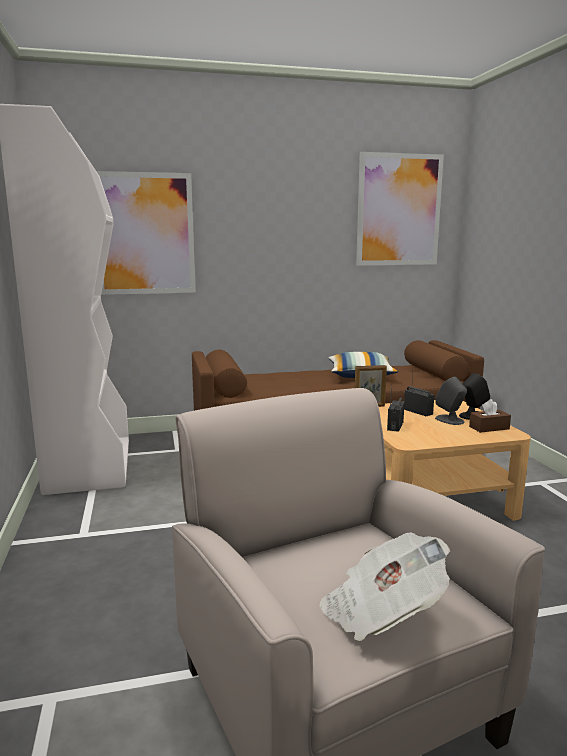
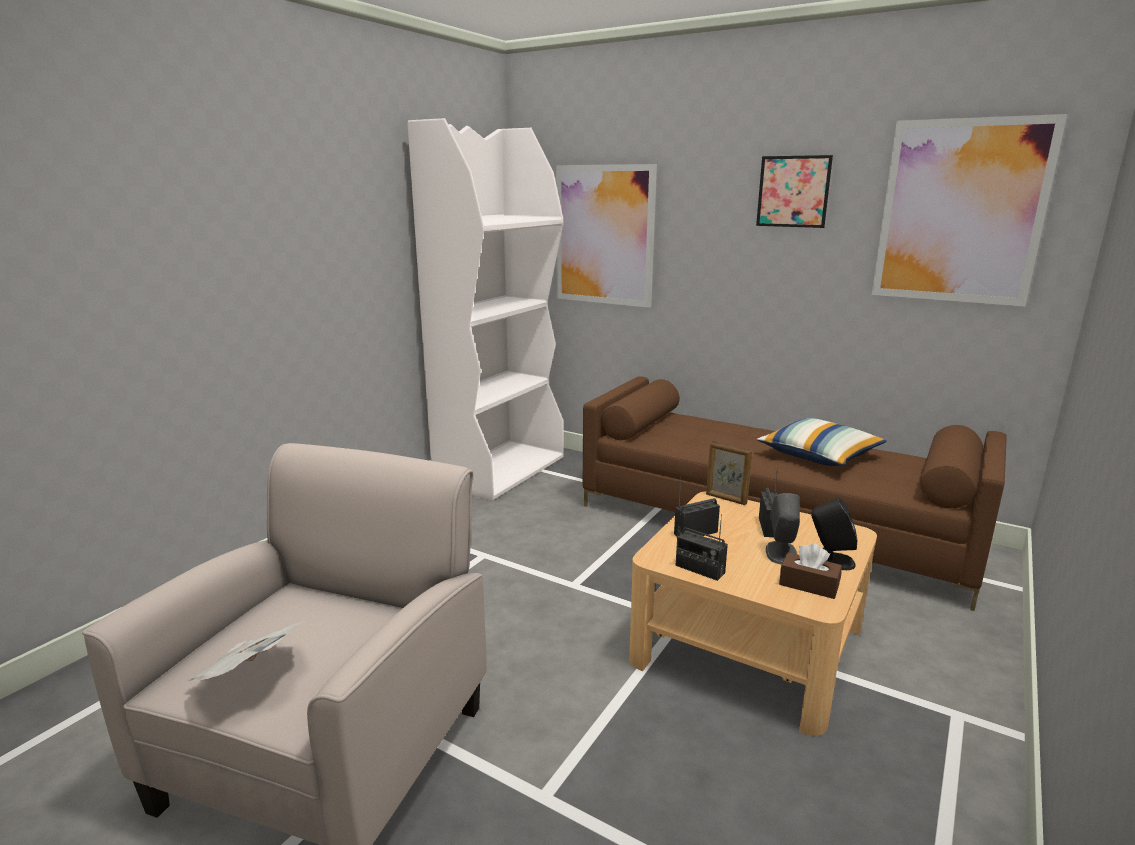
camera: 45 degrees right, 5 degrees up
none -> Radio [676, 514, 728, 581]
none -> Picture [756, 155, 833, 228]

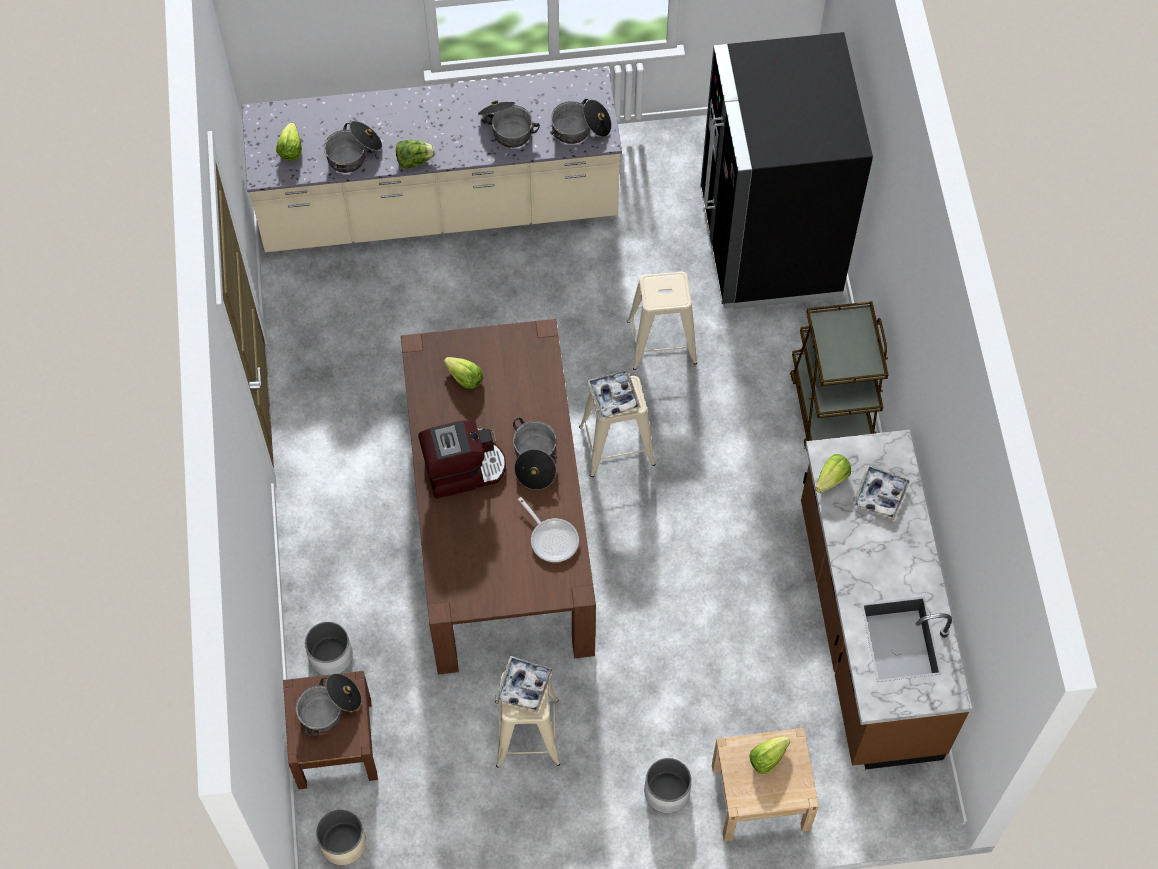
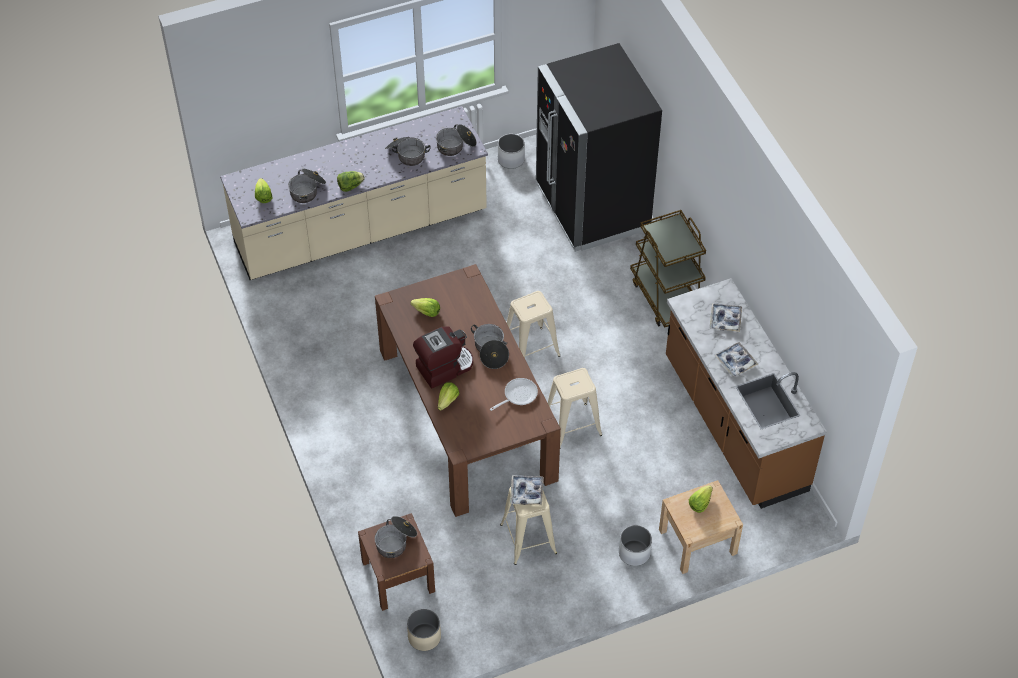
camera: 15 degrees left, 10 degrees down
WhitePlanter [305, 621, 353, 675] -> WhitePlanter [498, 134, 525, 169], move
Tray [587, 370, 641, 418] -> Tray [715, 342, 758, 377], move
BeigeStool [627, 271, 697, 370] -> BeigeStool [548, 368, 602, 447], move
Lettuce [815, 454, 851, 493] -> Lettuce [438, 382, 459, 411], move
FryingPan [518, 497, 579, 562] -> FryingPan [490, 378, 538, 411], 75 degrees counterclockwise

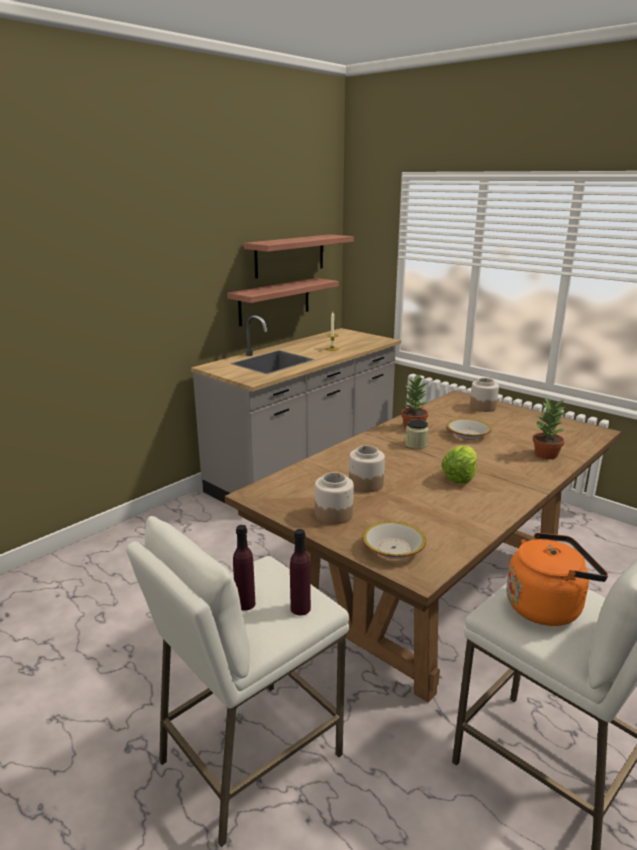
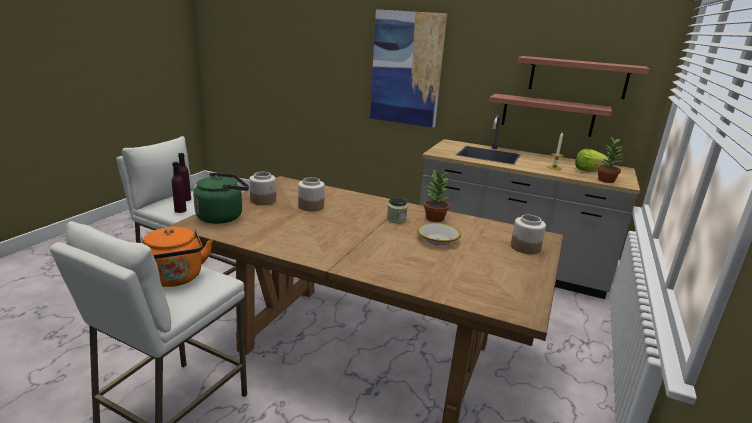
camera: 70 degrees right, 0 degrees up
none -> Picture [370, 9, 447, 128]
Lettuce [441, 445, 477, 484] -> Lettuce [575, 149, 609, 172], move
PottedPlant [533, 397, 566, 459] -> PottedPlant [597, 137, 623, 183], move
Bowl [362, 521, 426, 559] -> GreenKettle [193, 173, 249, 224]

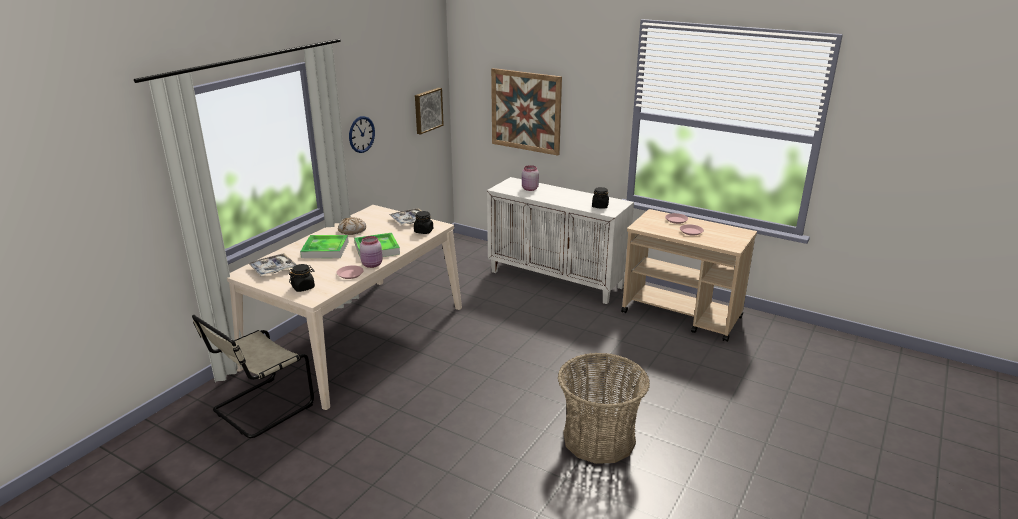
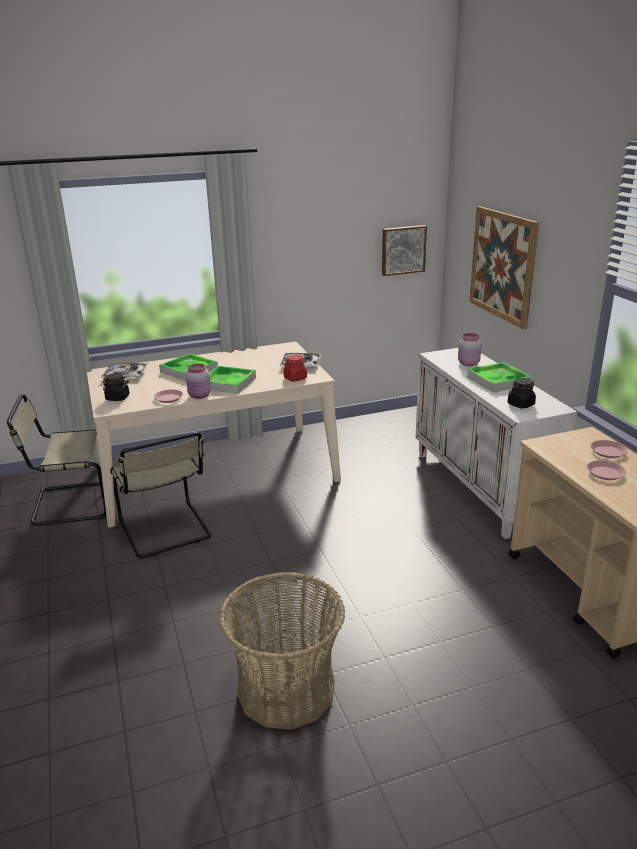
camera: 40 degrees right, 0 degrees up
Bread [338, 217, 366, 235] -> none
WallClock [349, 116, 375, 153] -> none
none -> BeigeChair [110, 432, 211, 558]
none -> Tray [467, 362, 531, 393]
BlackJar [414, 211, 433, 234] -> RedJar [283, 355, 307, 382]

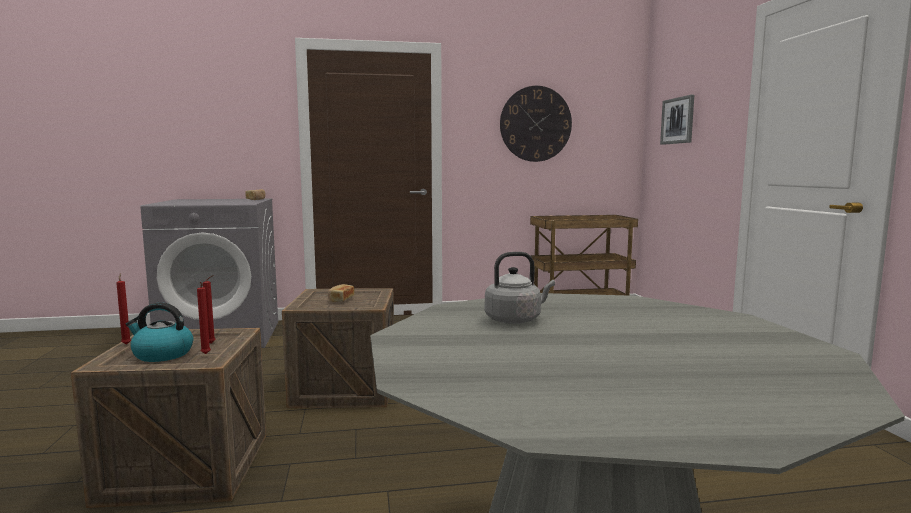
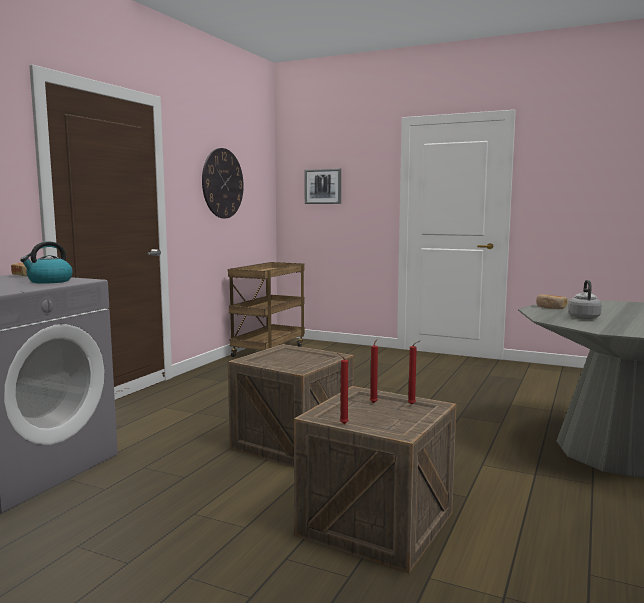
camera: 55 degrees left, 0 degrees up
Kettle [126, 302, 193, 362] -> Kettle [20, 241, 73, 284], move
Bread [328, 284, 355, 302] -> Bread [536, 294, 568, 309], move

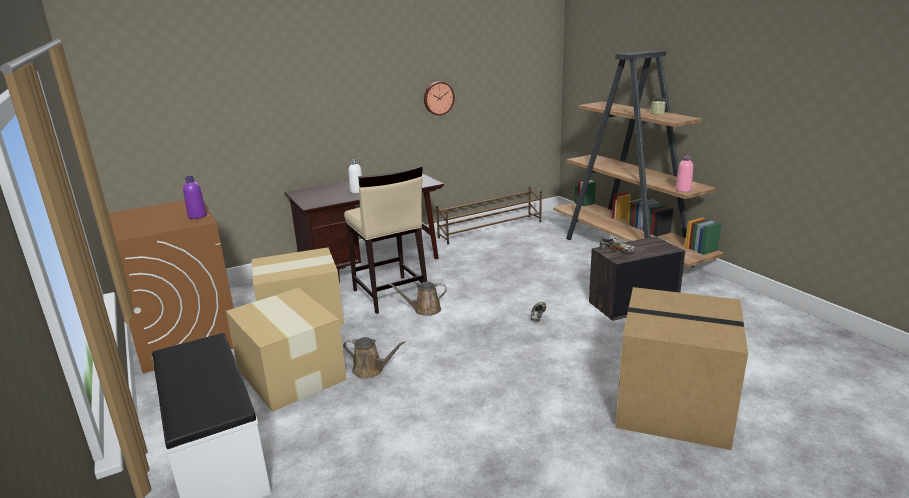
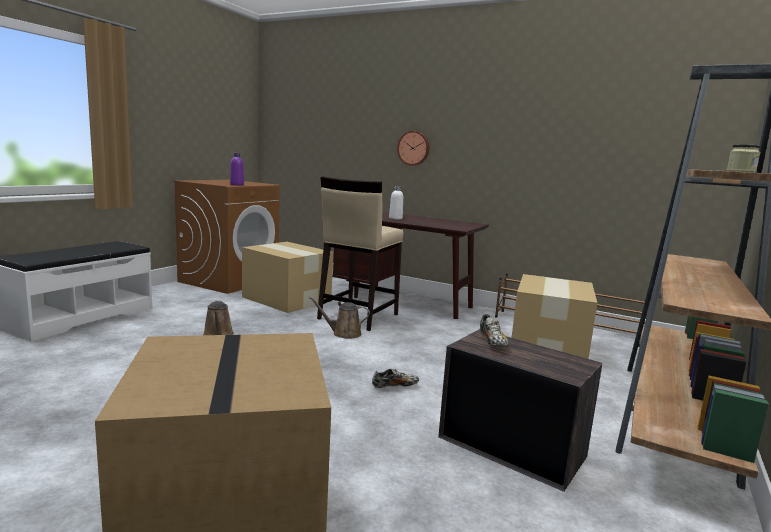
camera: 55 degrees right, 10 degrees down
PinkBottle [675, 155, 693, 192] -> none
CardboardBox [226, 288, 347, 412] -> CardboardBox [512, 274, 597, 359], move
WallClock [424, 82, 455, 115] -> WallClock [397, 131, 429, 166], move
BrownWateringCan [389, 282, 447, 316] -> BrownWateringCan [309, 296, 370, 339], 45 degrees counterclockwise

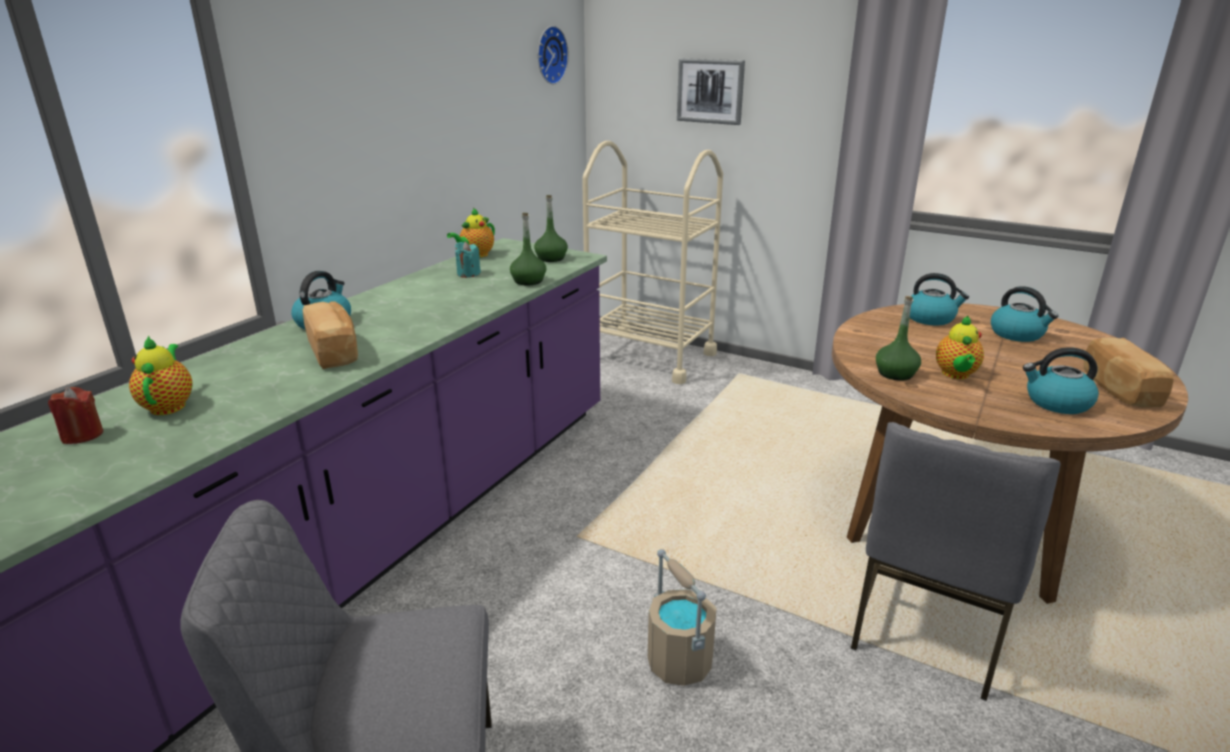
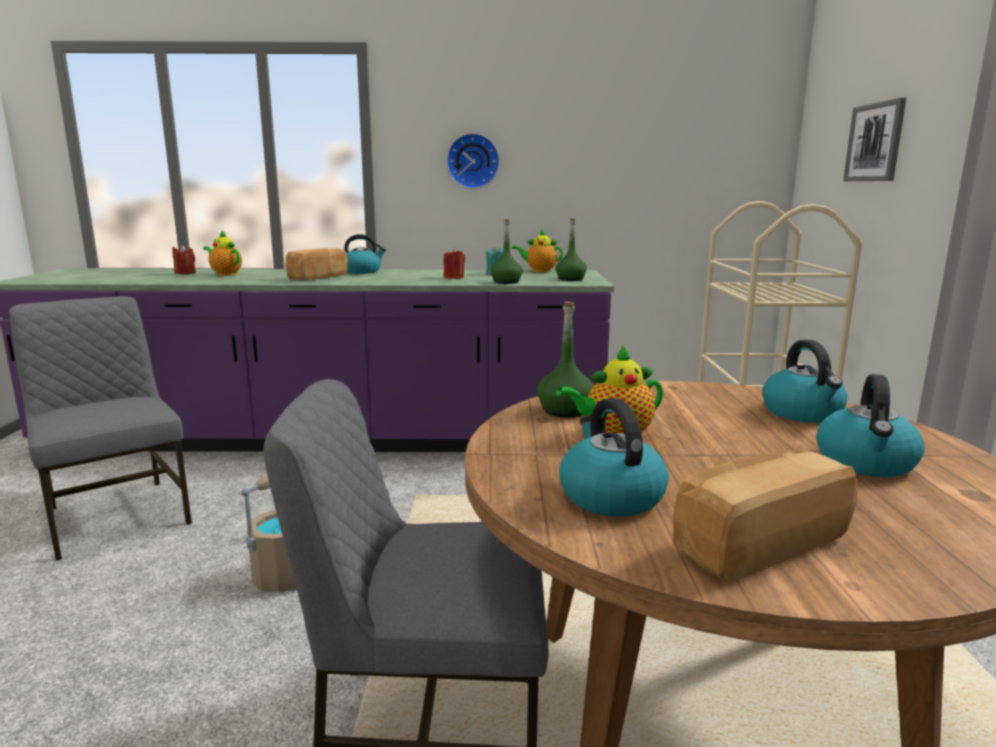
camera: 60 degrees right, 10 degrees down
none -> RedCandle [443, 248, 465, 279]
WallClock [538, 26, 569, 84] -> WallClock [446, 133, 500, 189], move
Teapot [129, 336, 192, 415] -> Teapot [203, 230, 242, 276], 105 degrees counterclockwise

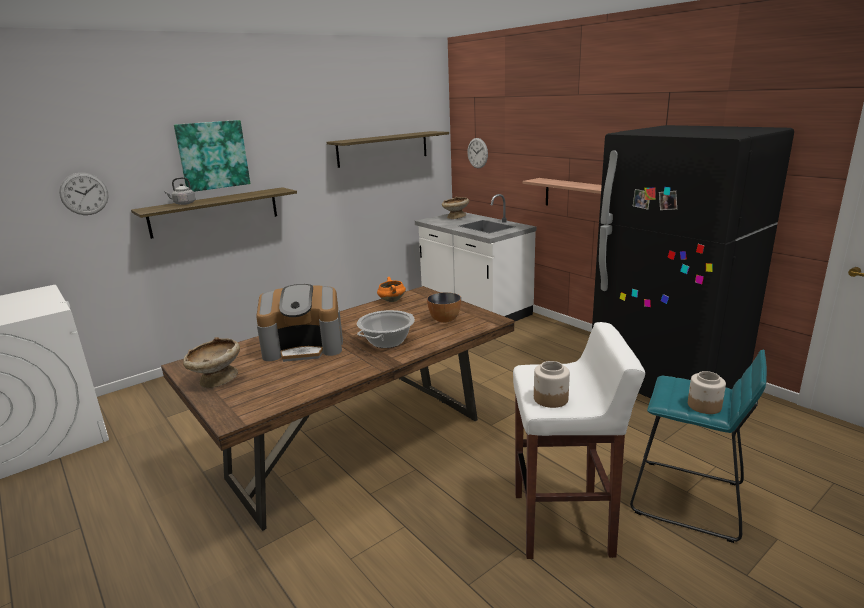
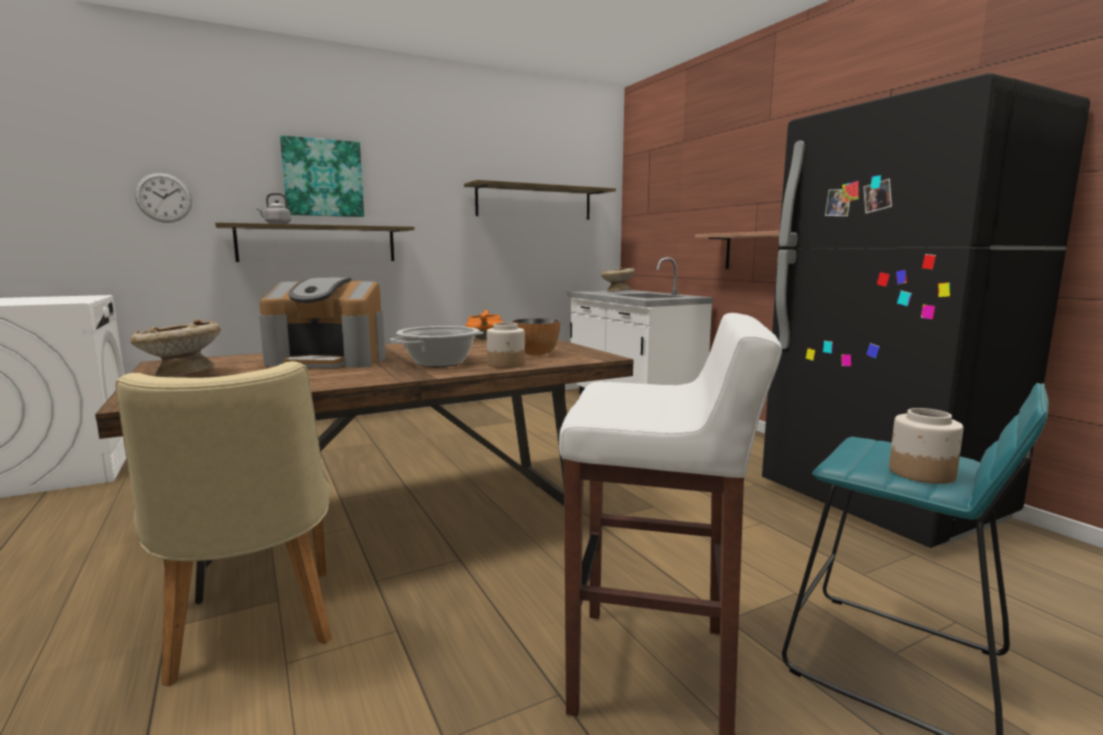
camera: 10 degrees right, 10 degrees down
WallClock [467, 138, 488, 168] -> none
none -> BeigeChair [116, 361, 332, 687]
Jar [534, 361, 570, 408] -> Jar [487, 323, 525, 368], move

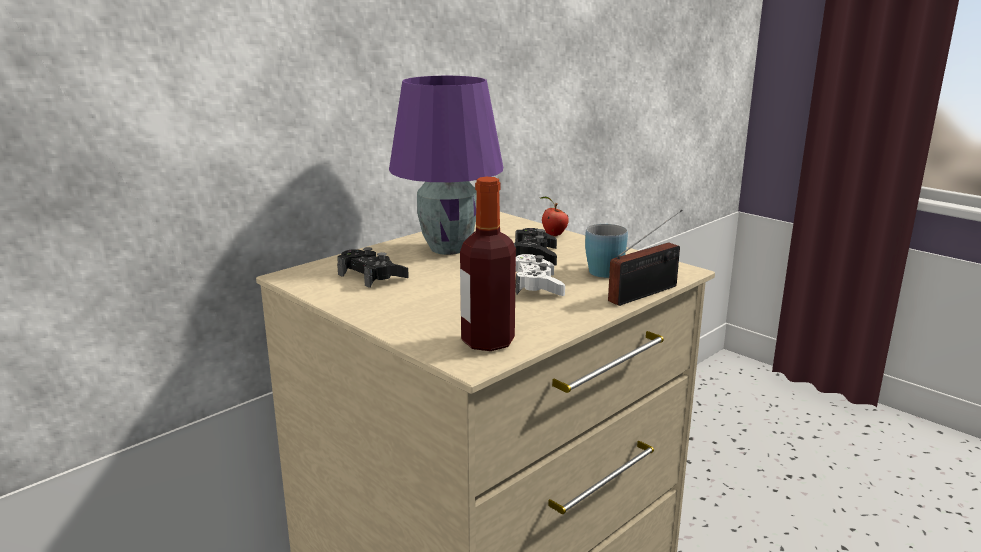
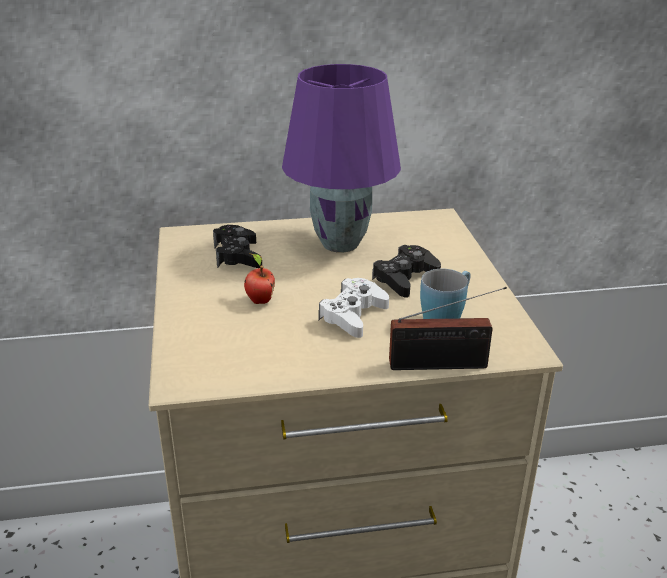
camera: 35 degrees right, 10 degrees up
Bottle [460, 177, 516, 351] -> none
Apple [540, 197, 569, 236] -> Apple [244, 253, 275, 304], move

